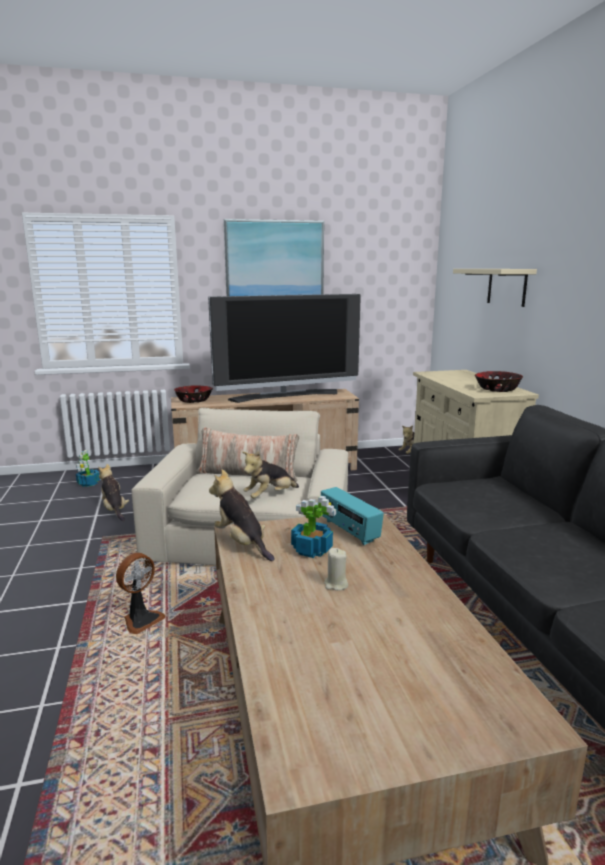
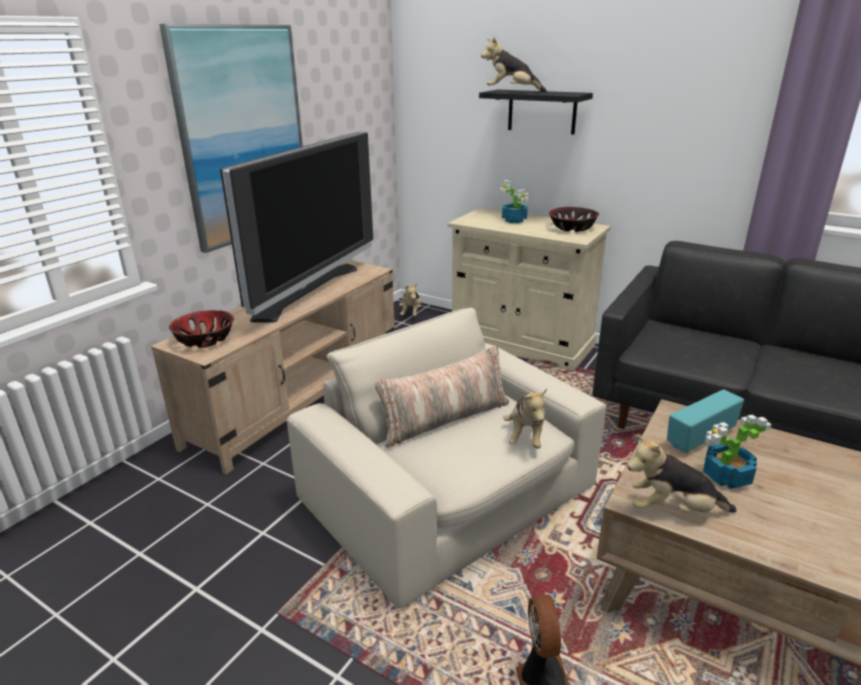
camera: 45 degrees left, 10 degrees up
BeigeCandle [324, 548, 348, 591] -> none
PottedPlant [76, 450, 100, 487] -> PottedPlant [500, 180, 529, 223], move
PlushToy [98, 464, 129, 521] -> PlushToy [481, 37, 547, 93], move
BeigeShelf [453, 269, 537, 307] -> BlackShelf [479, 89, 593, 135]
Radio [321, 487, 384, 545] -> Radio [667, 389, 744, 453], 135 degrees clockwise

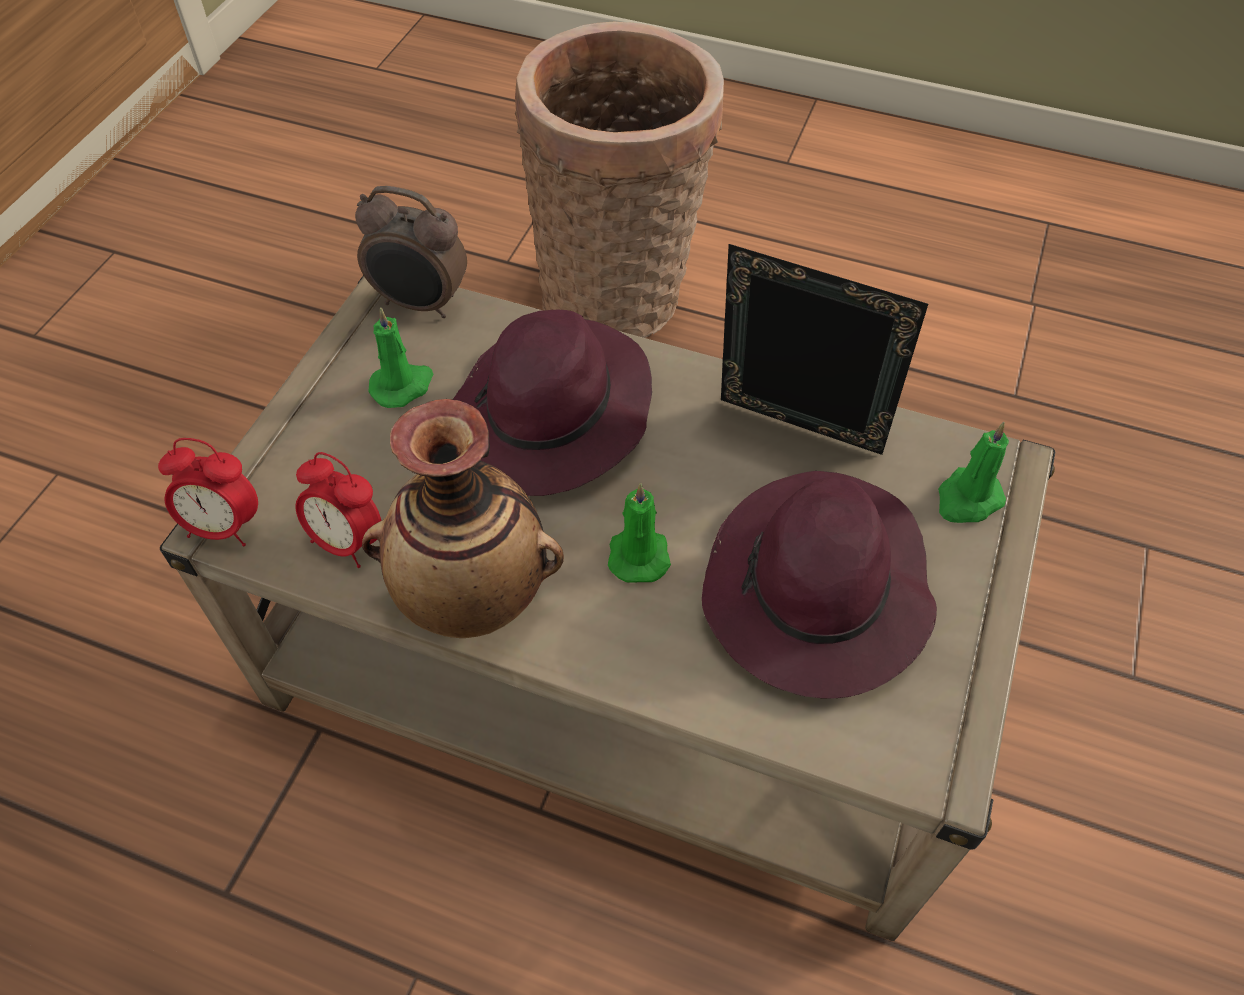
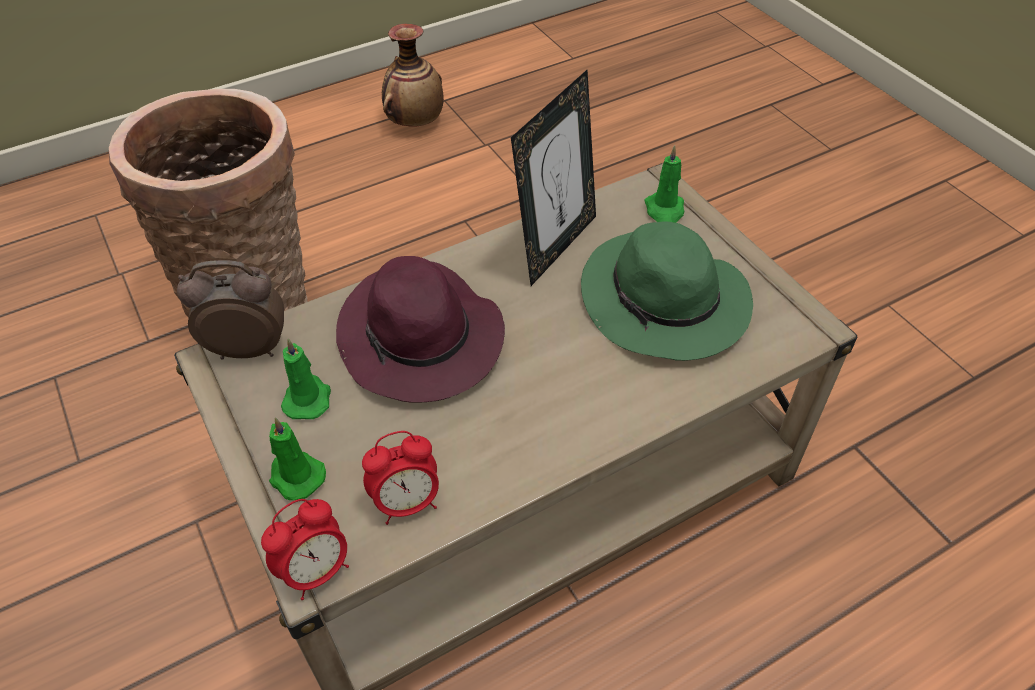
camera: 50 degrees left, 5 degrees down
Vase [362, 399, 564, 638] -> Vase [382, 24, 444, 127], move
GreenCandle [608, 482, 671, 582] -> GreenCandle [269, 417, 326, 500], move
PurpleHat [702, 471, 937, 699] -> GreenHat [581, 221, 753, 361]
AlarmClock [355, 186, 467, 318] -> AlarmClock [177, 260, 284, 359], 150 degrees counterclockwise
PictureFrame [721, 244, 928, 455] -> PictureFrame [511, 70, 596, 286], 150 degrees clockwise

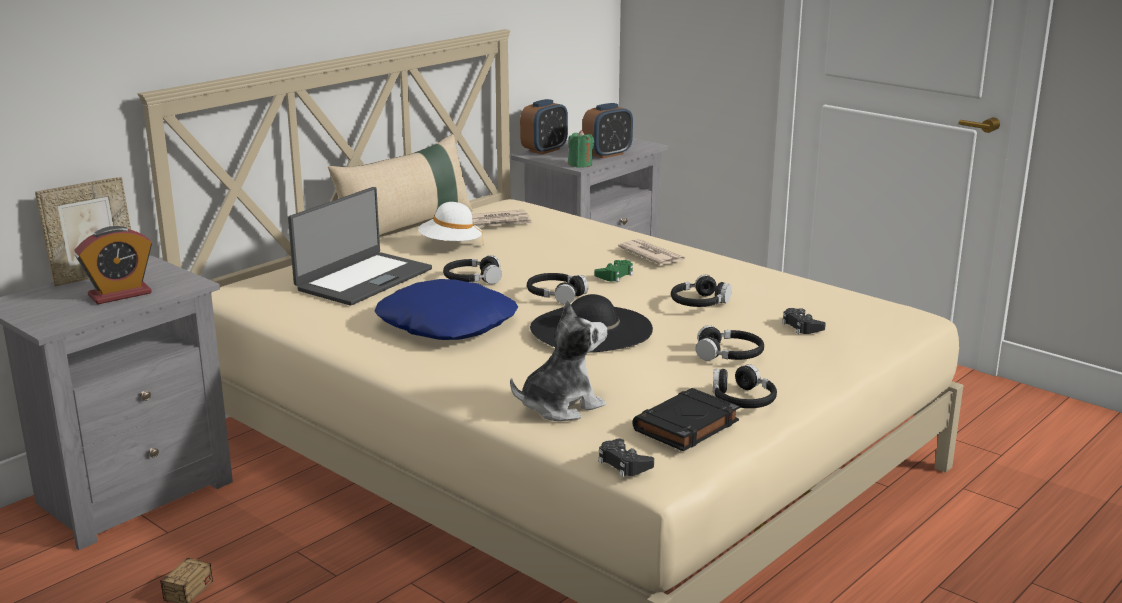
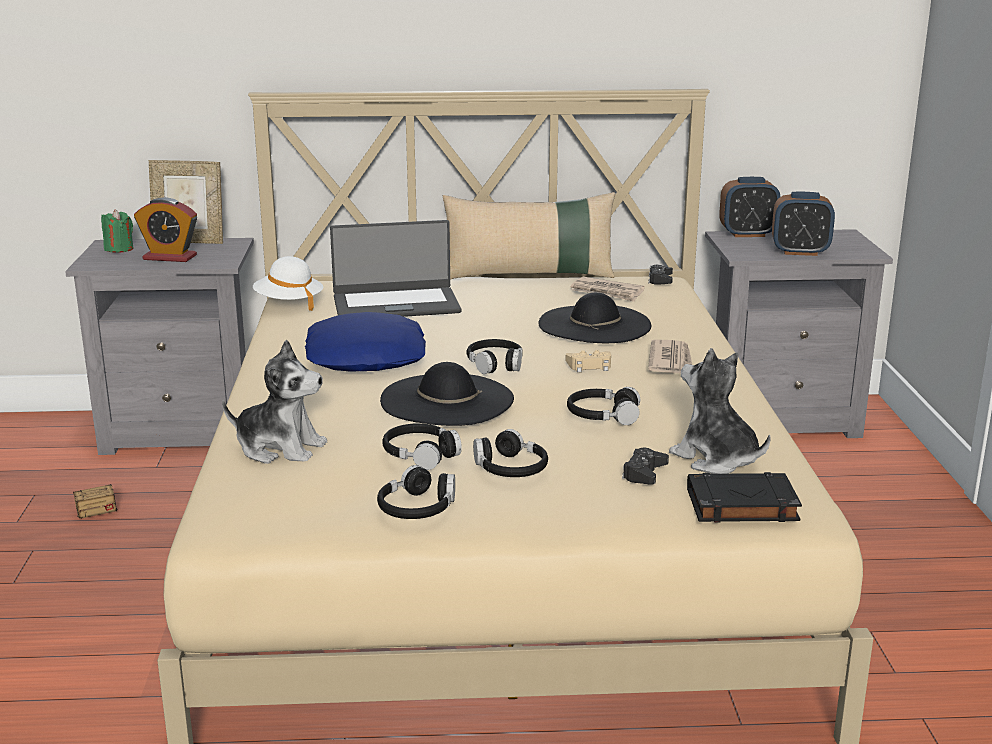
camera: 45 degrees right, 0 degrees up
none -> BlackHat [538, 292, 651, 343]
none -> PlushToy [669, 348, 771, 474]
WhiteHat [418, 202, 483, 241] -> WhiteHat [253, 256, 323, 311], move
BlackHeadphones [443, 255, 502, 284] -> BlackHeadphones [382, 423, 462, 470], move
GreenCandle [568, 130, 594, 168] -> GreenCandle [101, 209, 133, 253], move
BlackGameController [598, 439, 654, 477] -> BlackGameController [648, 265, 673, 285], move
BlackBook [632, 388, 740, 451] -> BlackBook [687, 472, 802, 523], move
GreenGameController [594, 260, 633, 282] -> BeigeGameController [566, 350, 611, 372]

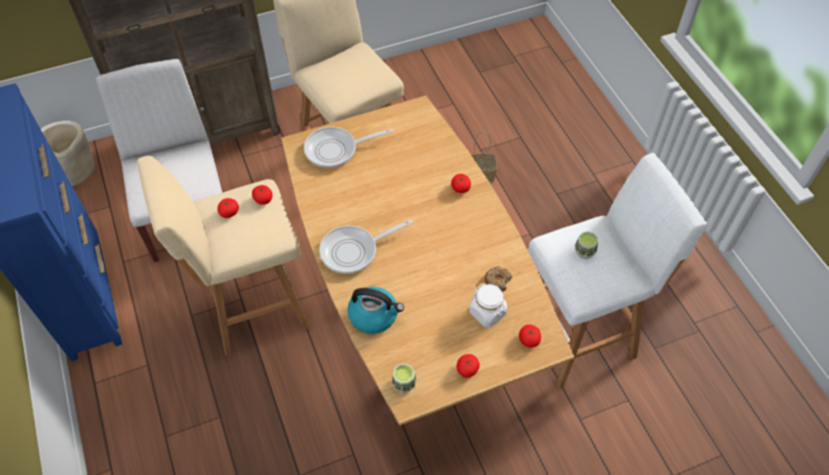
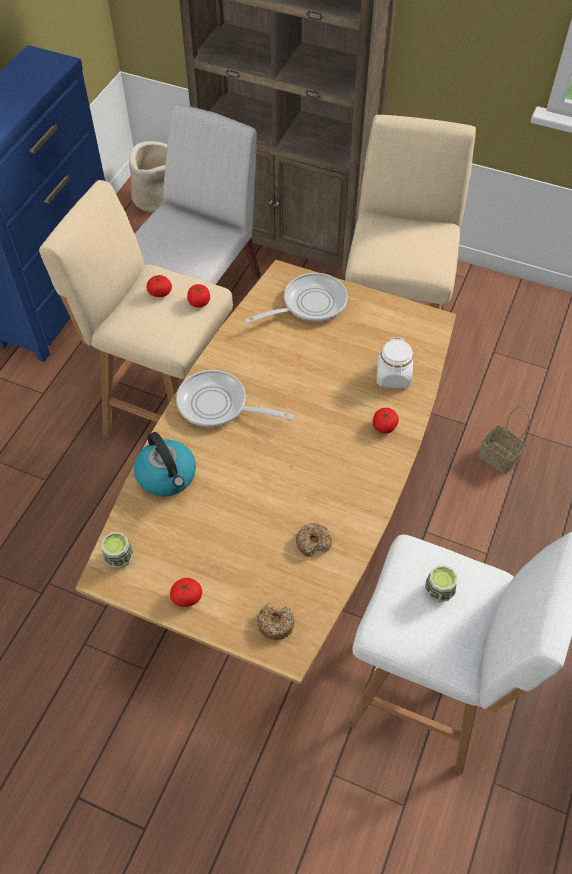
camera: 45 degrees right, 0 degrees up
WhiteJar [469, 283, 507, 328] -> WhiteJar [377, 337, 413, 388], move
Tomato [519, 325, 541, 347] -> Donut [257, 603, 295, 641]
FryingPan [304, 127, 393, 168] -> FryingPan [244, 273, 348, 324], 120 degrees clockwise

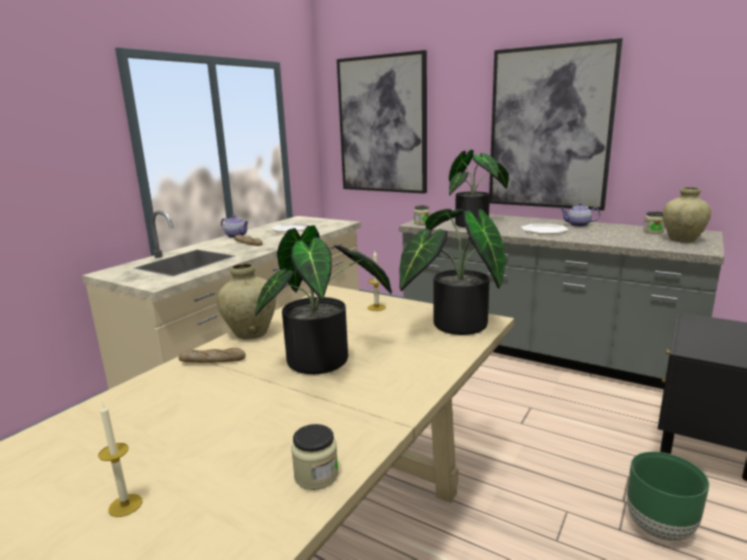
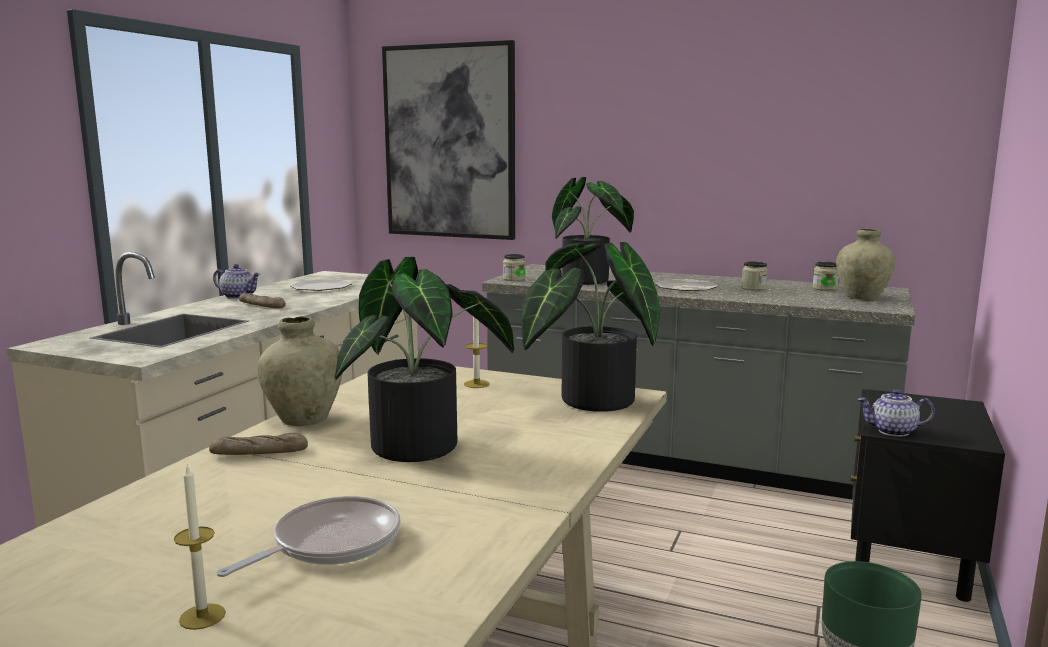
camera: 10 degrees left, 5 degrees down
Picture [489, 38, 623, 211] -> none
none -> FryingPan [216, 496, 401, 577]
Jar [291, 424, 338, 490] -> Jar [741, 261, 768, 291], move
Teapot [560, 203, 600, 227] -> Teapot [857, 389, 935, 437], move

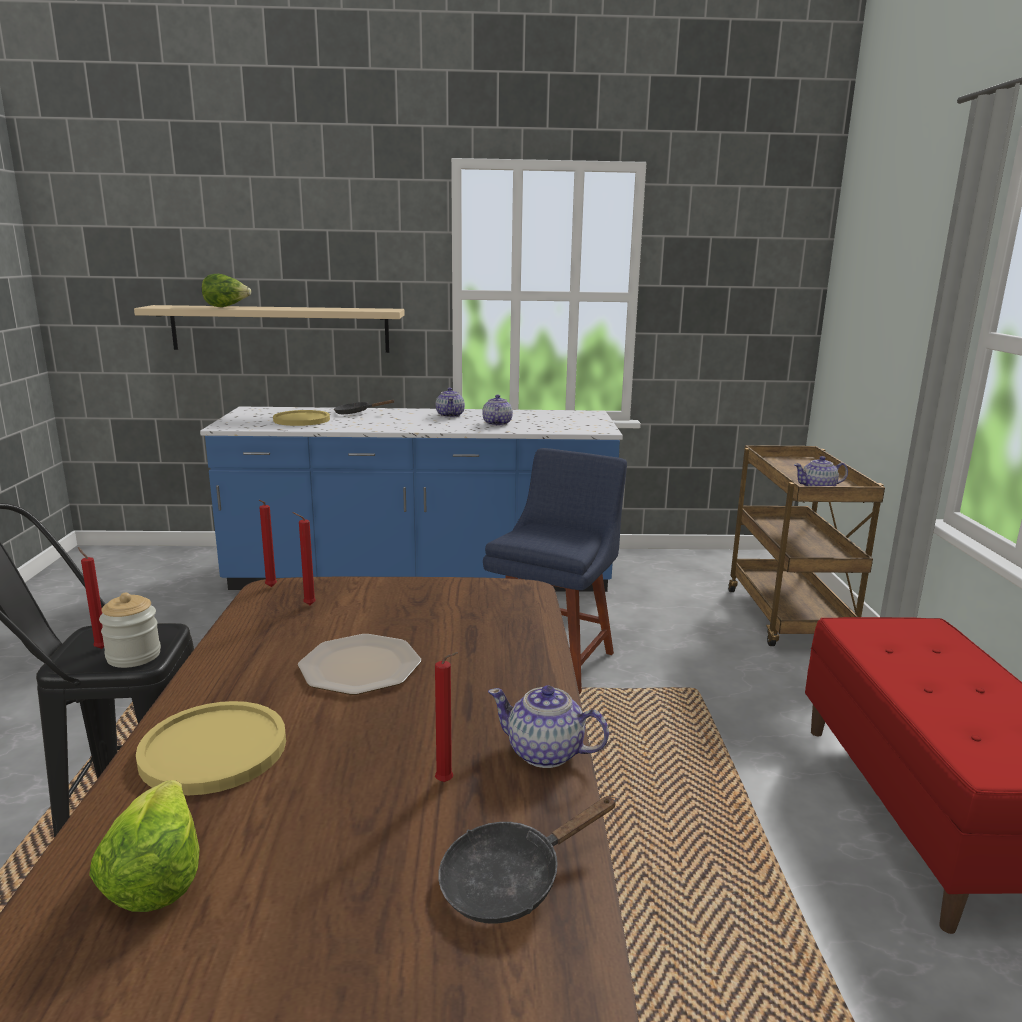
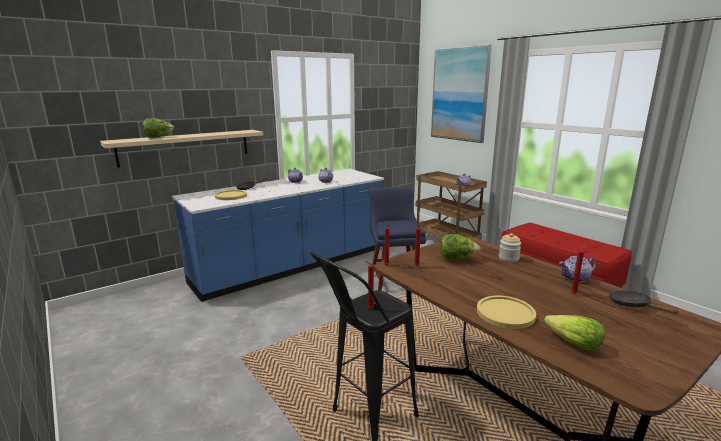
camera: 35 degrees left, 0 degrees up
Plate [298, 634, 421, 695] -> none
none -> Picture [431, 44, 492, 143]
none -> Lettuce [440, 234, 481, 261]
Jar [99, 593, 161, 668] -> Jar [499, 233, 521, 262], move
BlackFryingPan [438, 796, 617, 924] -> BlackFryingPan [609, 290, 679, 314], 135 degrees clockwise

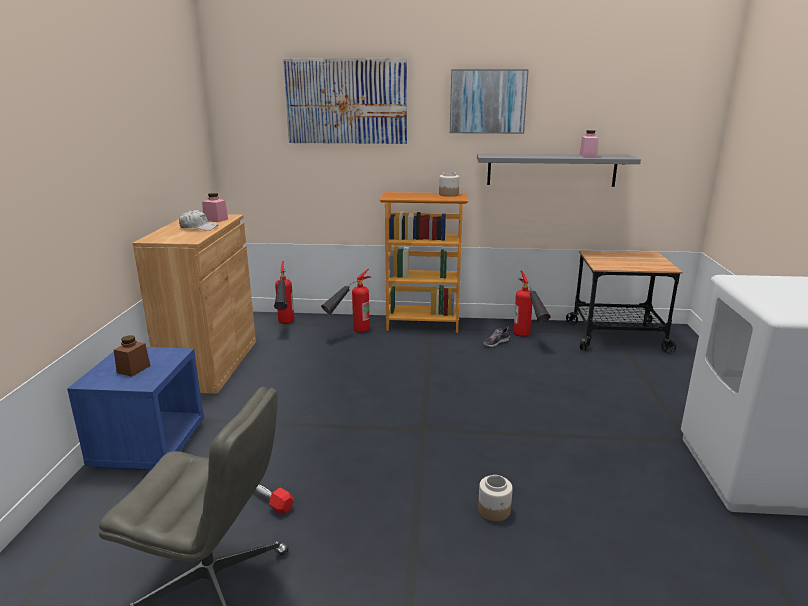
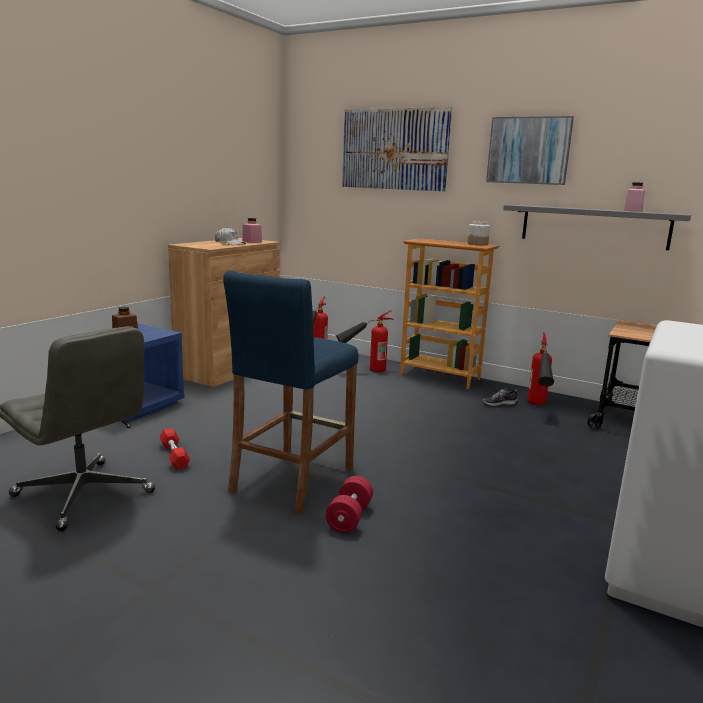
camera: 25 degrees right, 5 degrees down
none -> BlueStool [223, 270, 358, 514]
Jar [478, 475, 513, 521] -> RedDumbbell [325, 476, 373, 533]

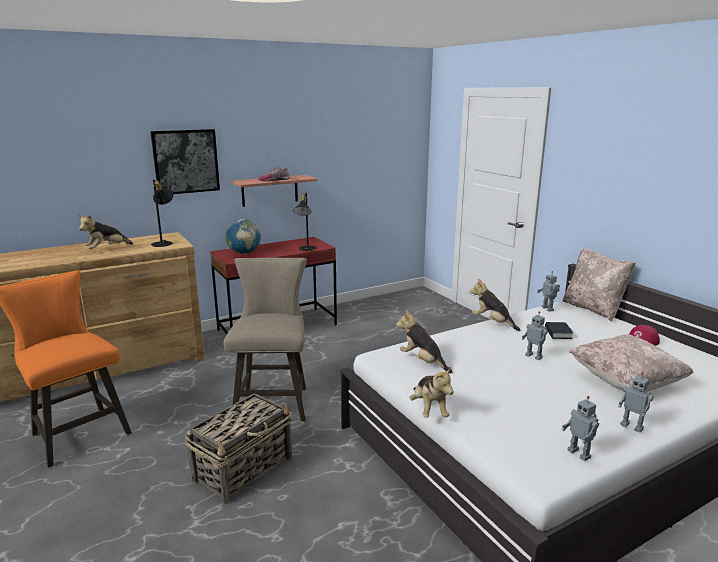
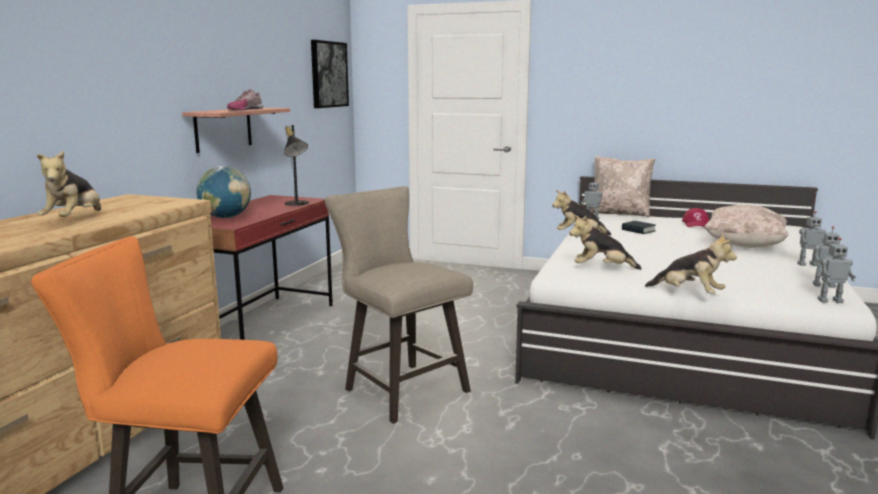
camera: 40 degrees left, 5 degrees down
BlackTableLamp [151, 180, 173, 247] -> none
Basket [185, 393, 292, 504] -> none
Picture [150, 129, 220, 194] -> Picture [311, 40, 349, 108], move
ToyRobot [521, 312, 548, 360] -> ToyRobot [818, 238, 856, 303], move

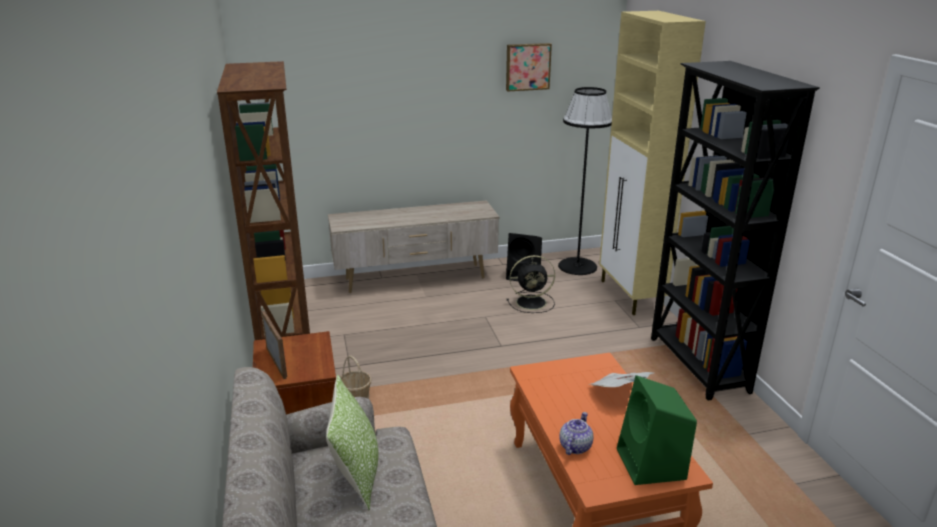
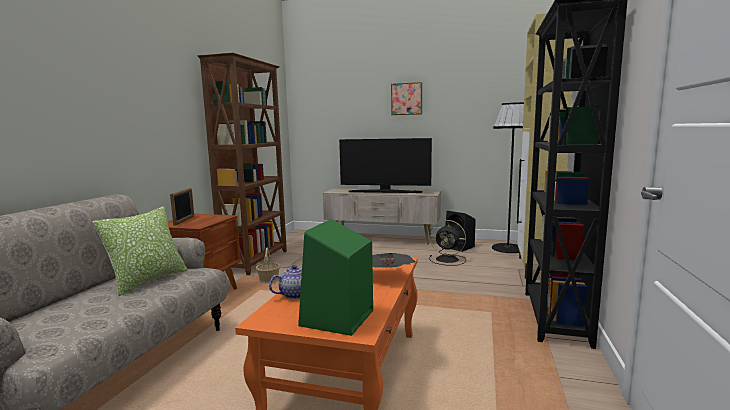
camera: 30 degrees right, 15 degrees down
none -> Television [339, 138, 432, 193]
Picture [506, 43, 552, 91] -> Picture [391, 82, 422, 115], move

